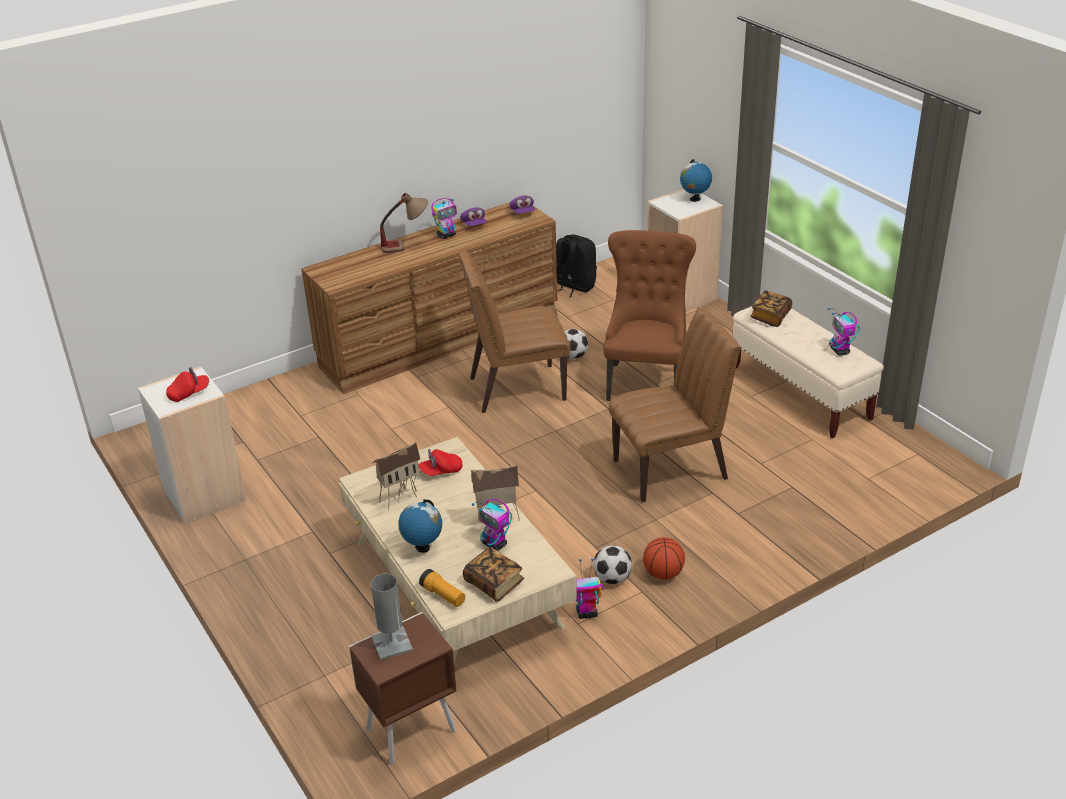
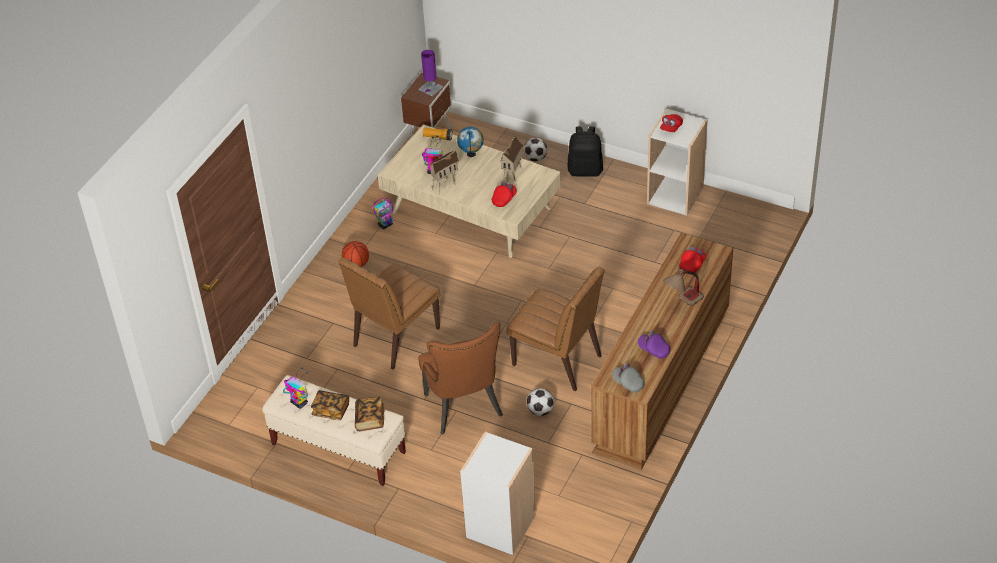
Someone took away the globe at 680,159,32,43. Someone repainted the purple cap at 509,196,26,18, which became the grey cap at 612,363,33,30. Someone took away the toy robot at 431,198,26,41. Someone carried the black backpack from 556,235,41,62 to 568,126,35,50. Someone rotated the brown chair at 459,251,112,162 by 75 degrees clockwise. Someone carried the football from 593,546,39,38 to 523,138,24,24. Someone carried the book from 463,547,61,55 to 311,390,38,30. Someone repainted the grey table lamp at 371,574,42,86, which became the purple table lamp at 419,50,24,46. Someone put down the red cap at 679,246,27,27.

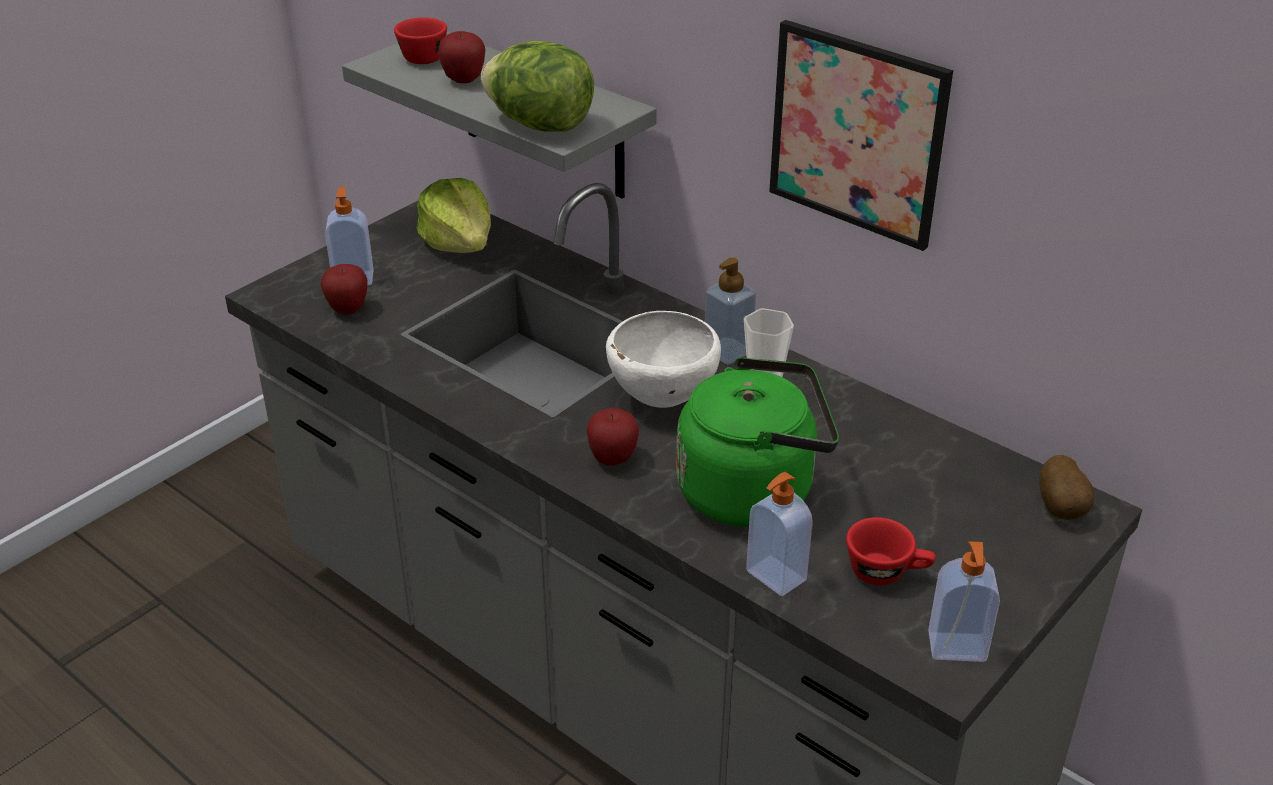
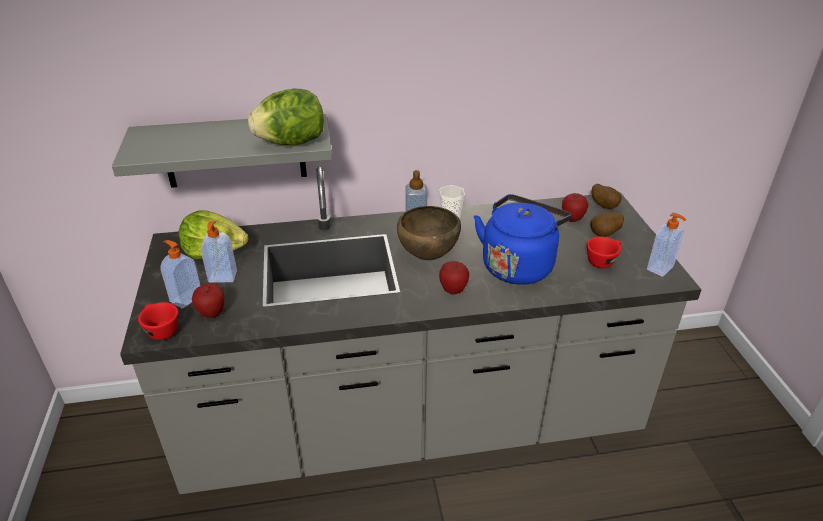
Someone carried the red cup from 394,17,53,47 to 138,302,41,38. Someone took away the picture at 769,20,184,231. Someone carried the apple from 438,31,47,52 to 562,193,26,29. Someone repainted the white bowl at 606,311,115,97, which became the brown bowl at 397,206,64,54. Someone repainted the green kettle at 676,357,163,170, which became the blue kettle at 474,194,97,91. Someone carried the soap dispenser from 746,472,67,124 to 201,222,36,61. Someone put down the potato at 590,212,34,25.

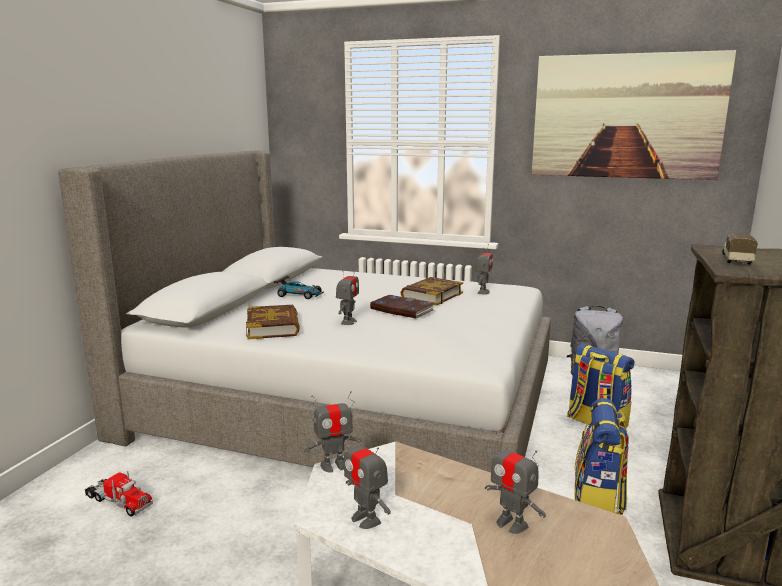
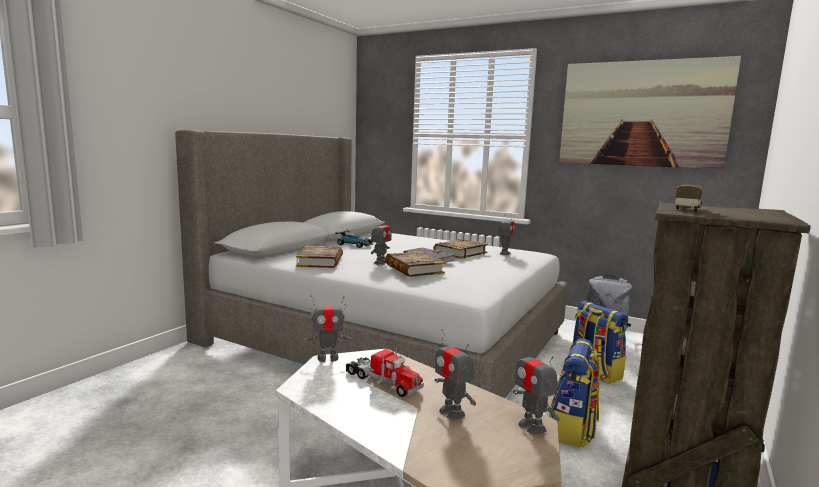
Someone carried the toy robot from 344,427,47,102 to 513,339,47,95. Someone carried the toy truck from 85,471,68,46 to 346,347,78,50. Someone put down the book at 385,251,60,26.

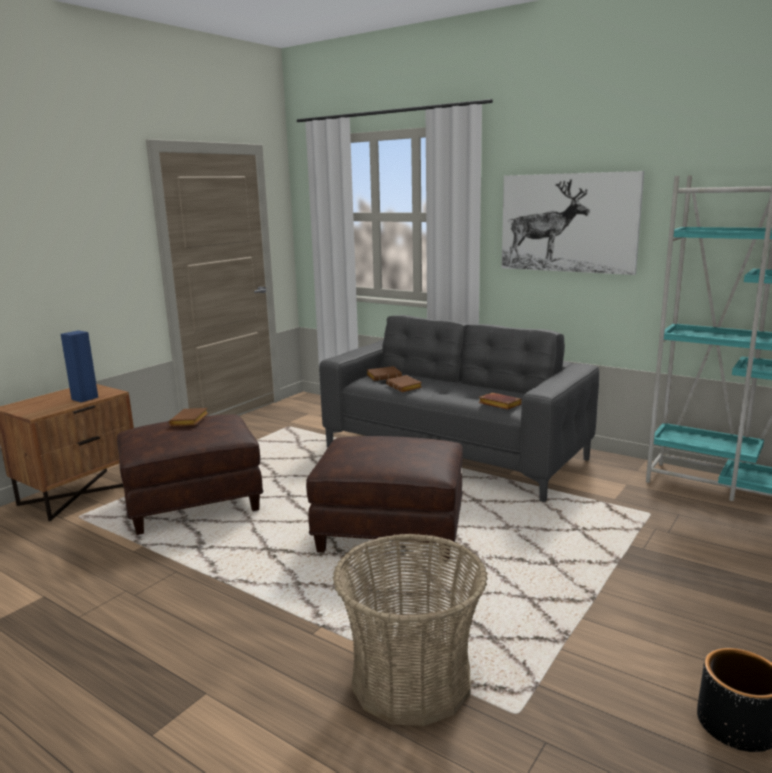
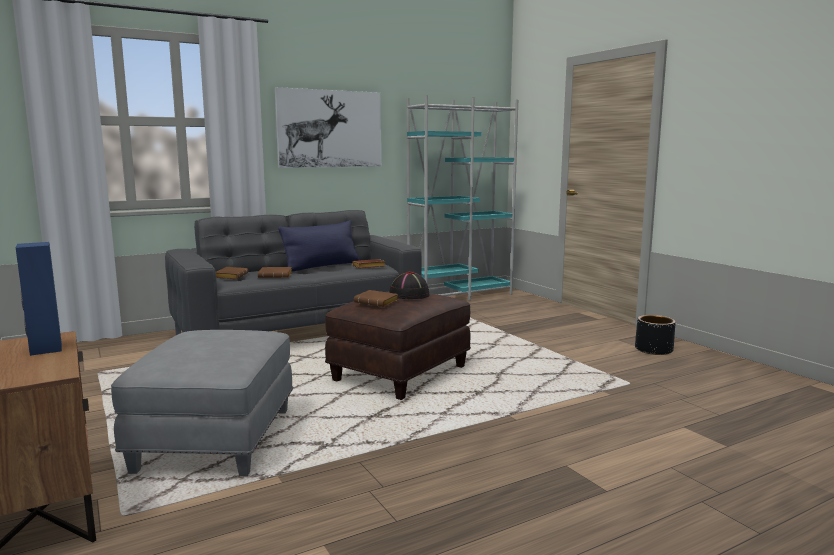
Someone carried the brown book from 169,408,39,18 to 354,290,44,17. Someone repainted the brown ottoman at 117,415,147,120, which became the grey ottoman at 111,330,182,146. Someone took away the basket at 333,533,155,193. Someone put down the blue pillow at 278,220,82,52. Someone put down the black hat at 389,271,41,28.

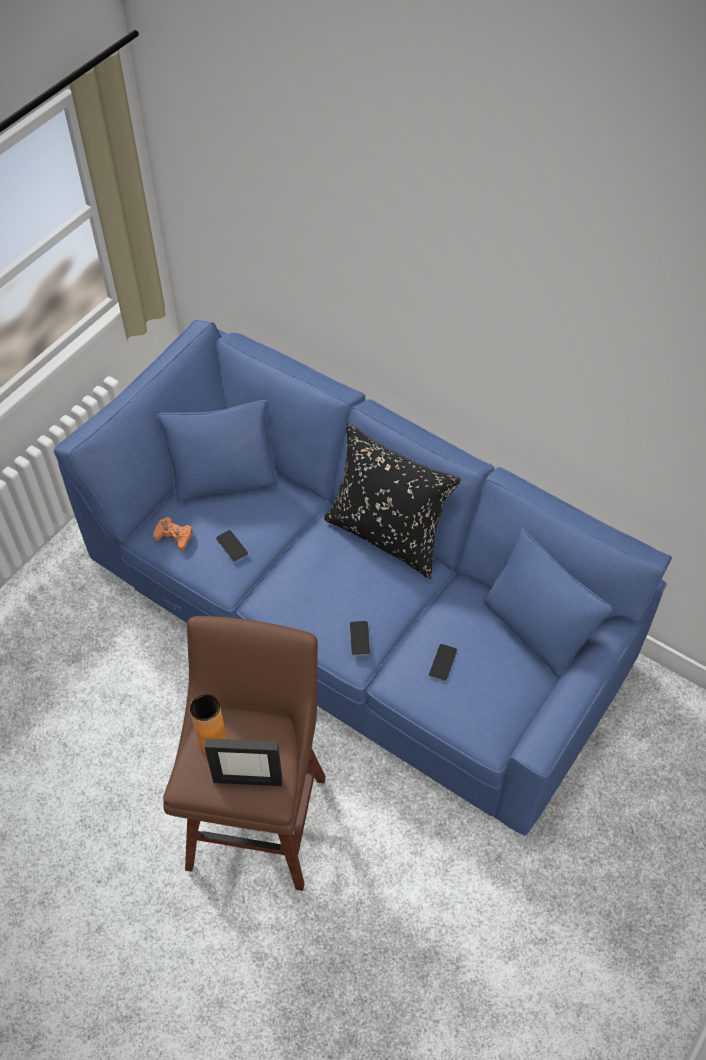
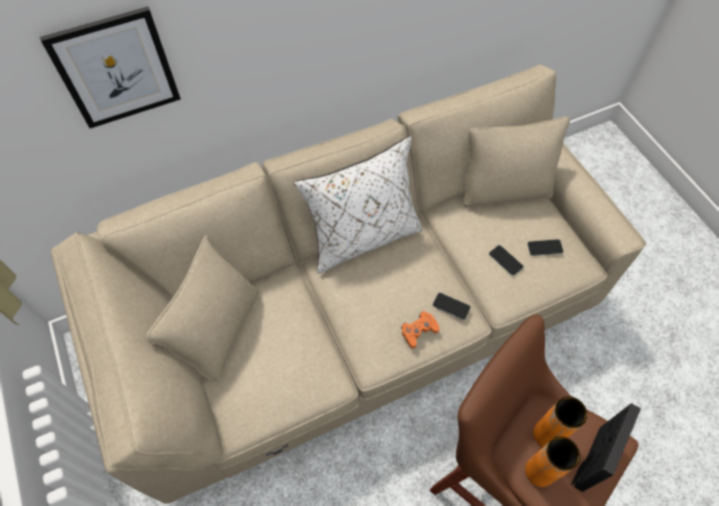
Someone repainted the blue sofa at 54,320,618,516, which became the beige sofa at 51,64,595,440. Someone repainted the black pillow at 324,423,137,156, which became the white pillow at 294,136,129,138. Someone carried the orange game controller from 153,517,39,34 to 401,311,38,37. Someone carried the phone from 216,530,32,32 to 527,239,36,17. Someone put up the picture at 40,6,141,122. Someone put down the orange vase at 533,396,54,51.

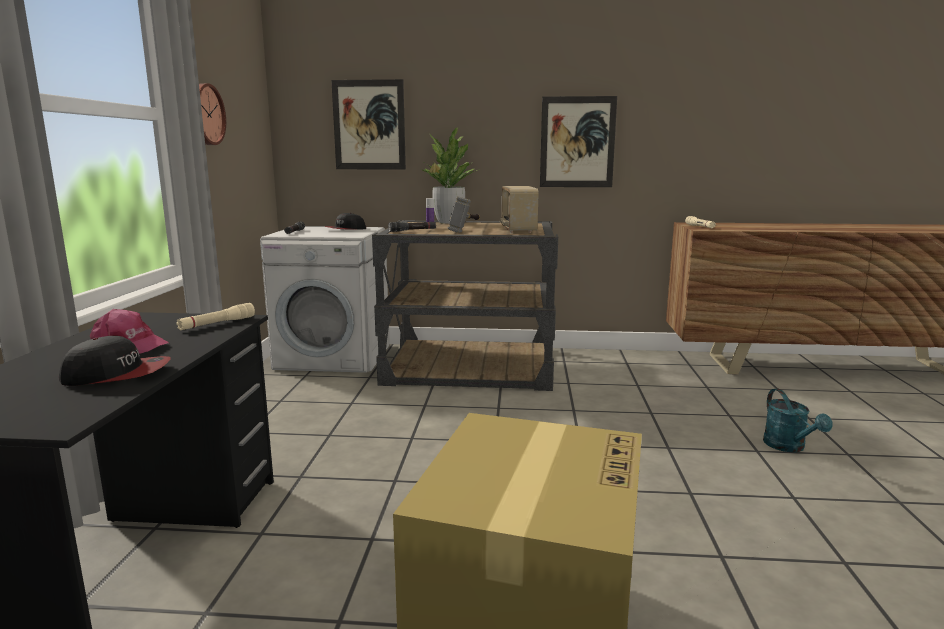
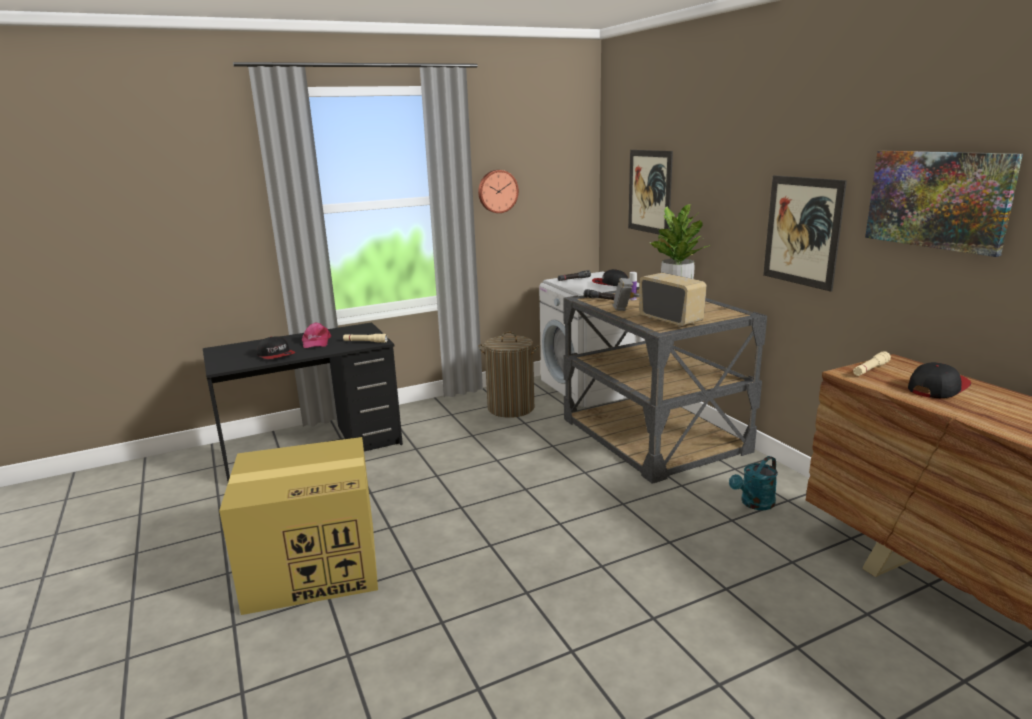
Someone rotated the radio at 500,186,39,47 by 90 degrees clockwise. Someone carried the turquoise watering can from 763,389,70,64 to 729,456,49,54. Someone put up the picture at 865,151,158,106. Someone put down the laundry basket at 478,331,61,87. Someone put down the cap at 908,362,63,36.

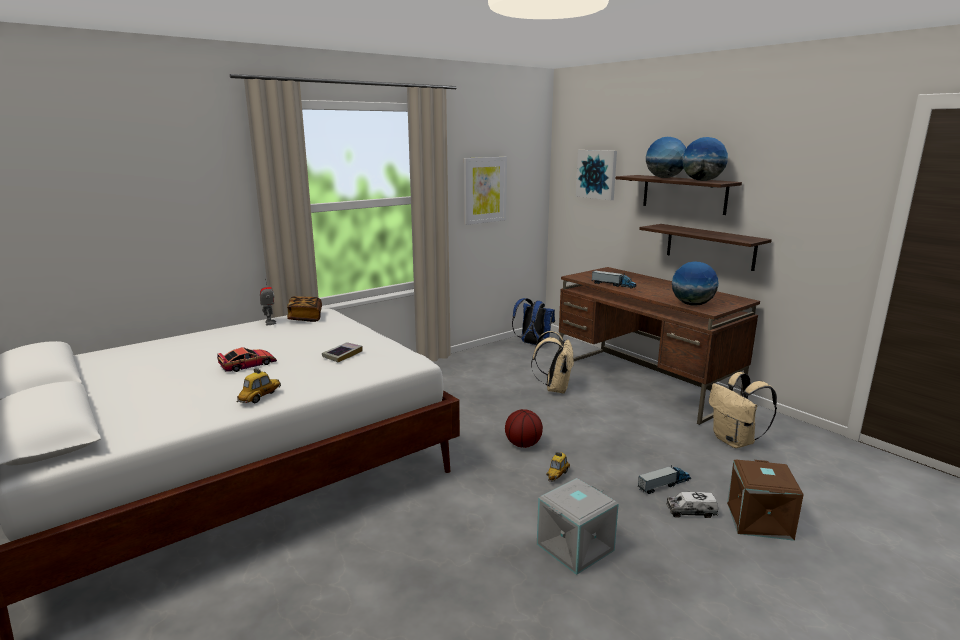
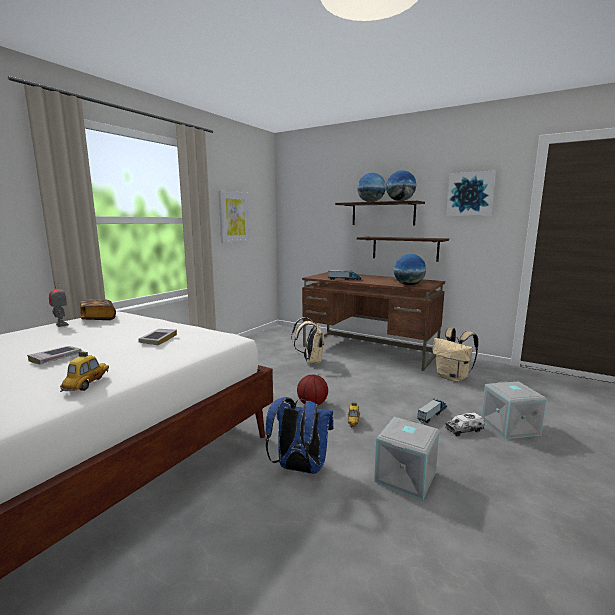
Someone carried the picture from 576,150,41,50 to 446,170,50,46. Someone carried the blue backpack from 512,298,43,47 to 265,397,69,77. Someone swapped the toy car at 217,347,60,25 for the book at 27,346,55,18. Someone repainted the brown storage box at 727,459,77,82, which became the grey storage box at 481,382,66,57.

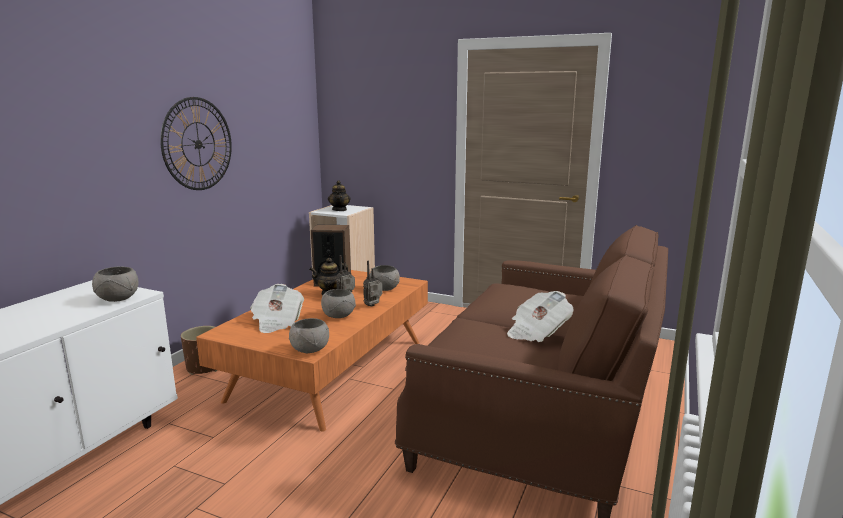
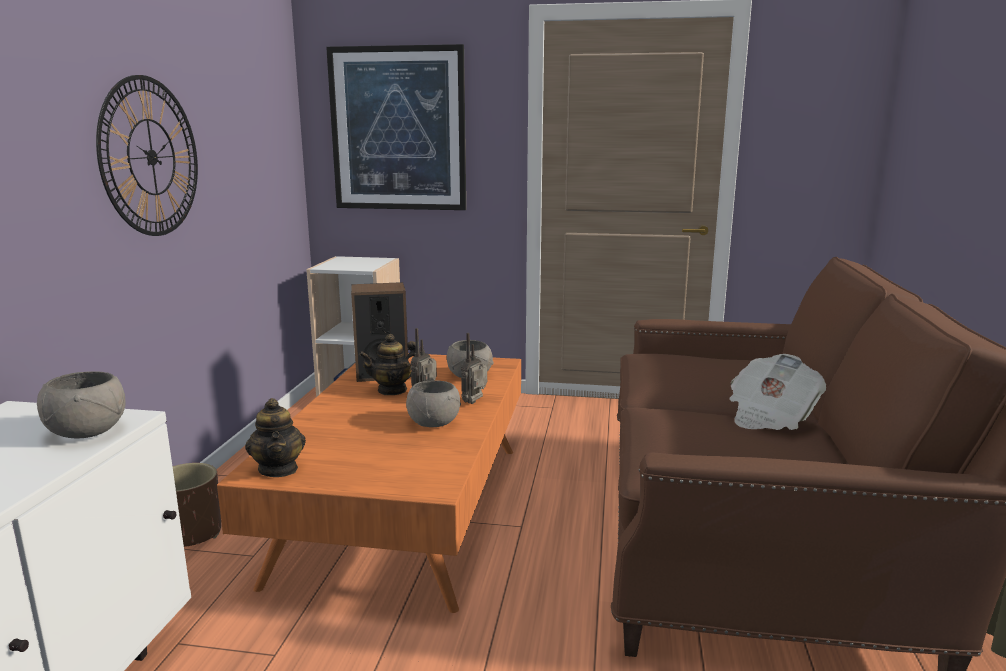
Someone carried the teapot from 328,180,23,31 to 245,398,61,79. Someone took away the newspaper at 250,284,54,49. Someone took away the grey bowl at 289,318,40,35. Someone put up the picture at 326,44,140,166.

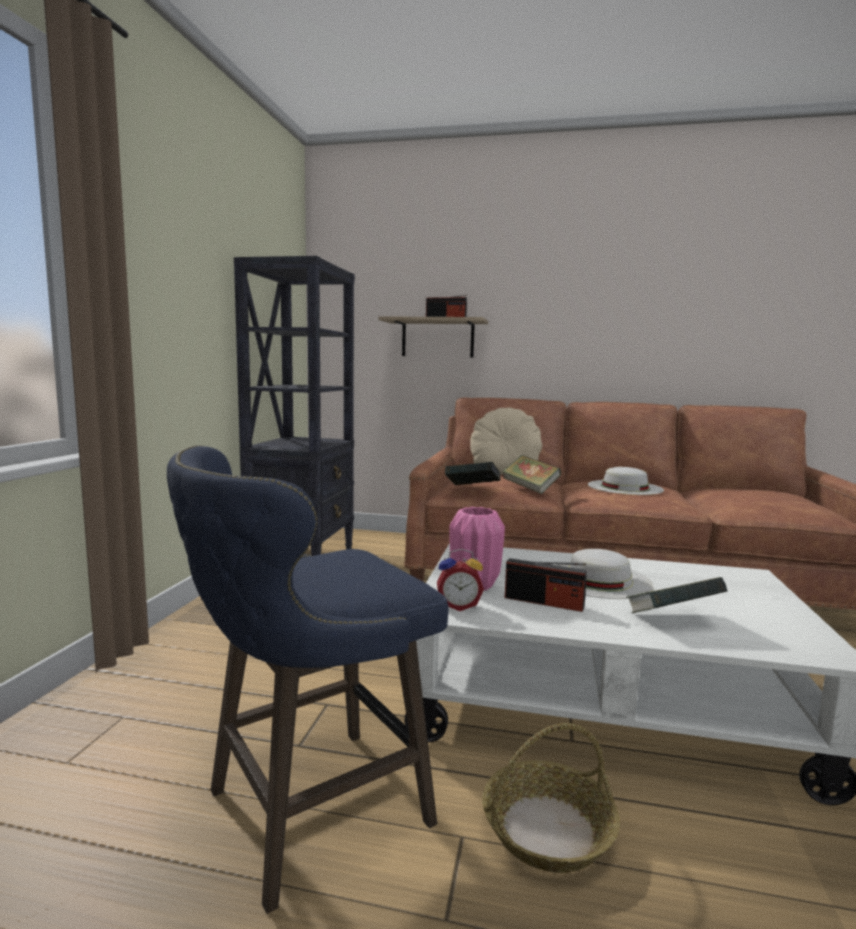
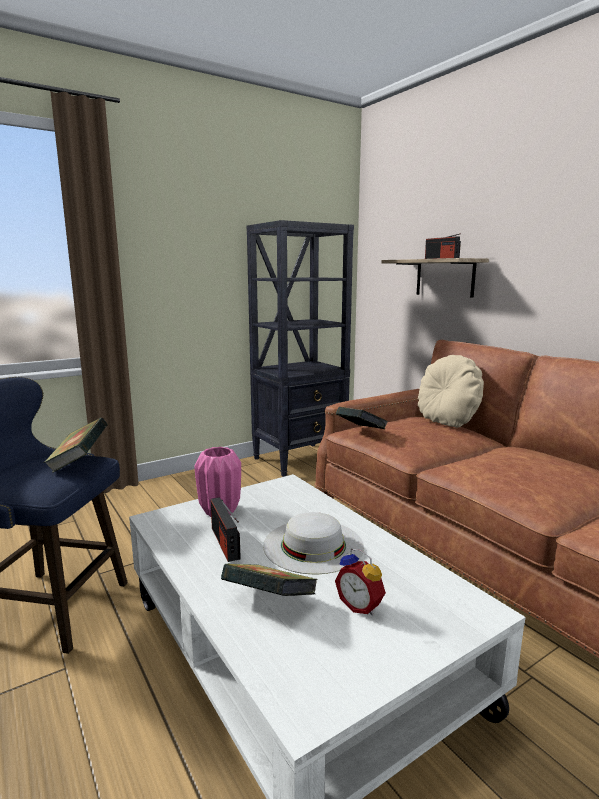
Someone carried the book from 503,455,58,39 to 44,418,64,55. Someone took away the white hat at 588,467,76,28. Someone carried the alarm clock from 437,549,47,62 to 335,549,51,66. Someone took away the basket at 482,723,138,150.

